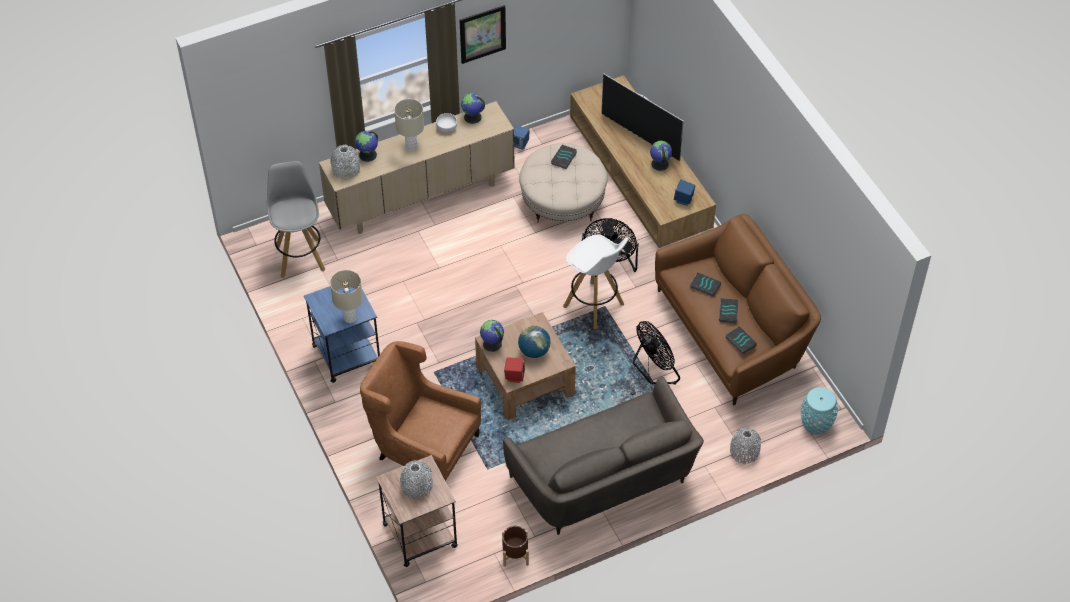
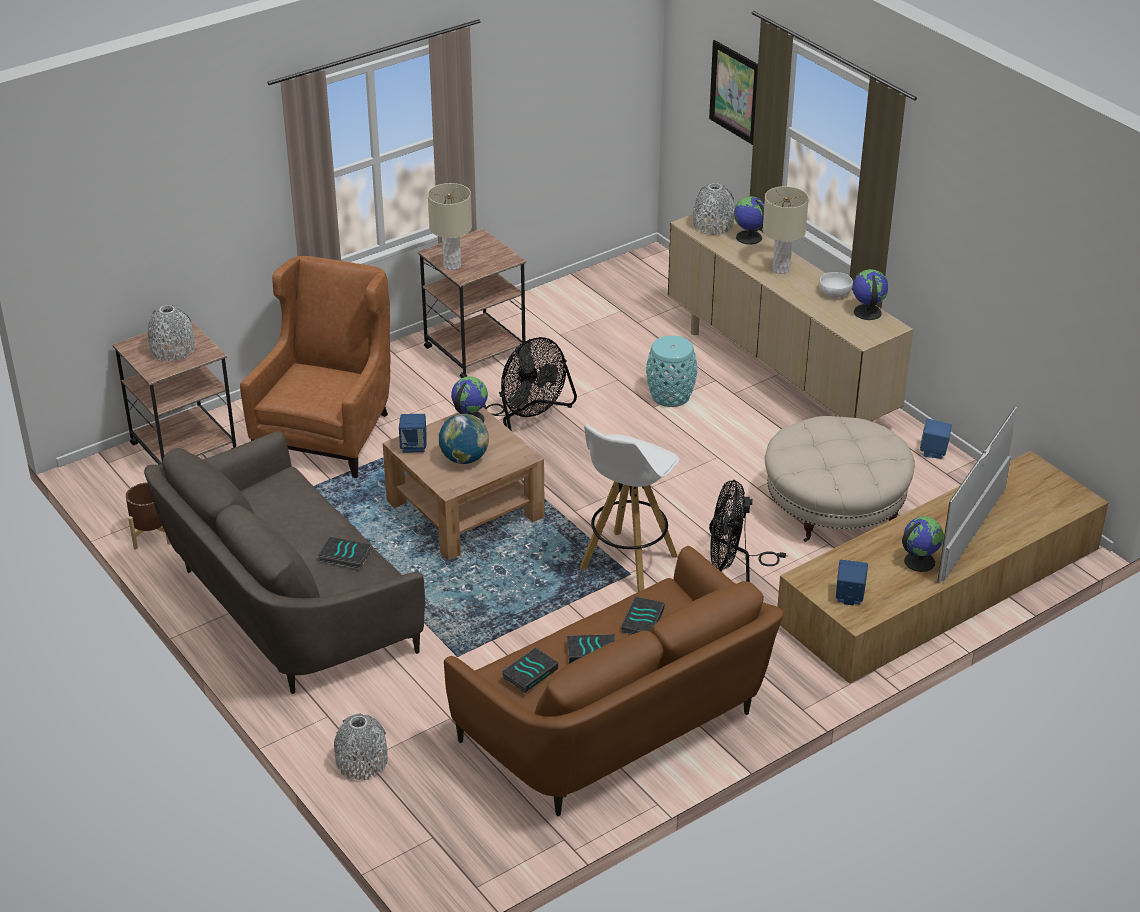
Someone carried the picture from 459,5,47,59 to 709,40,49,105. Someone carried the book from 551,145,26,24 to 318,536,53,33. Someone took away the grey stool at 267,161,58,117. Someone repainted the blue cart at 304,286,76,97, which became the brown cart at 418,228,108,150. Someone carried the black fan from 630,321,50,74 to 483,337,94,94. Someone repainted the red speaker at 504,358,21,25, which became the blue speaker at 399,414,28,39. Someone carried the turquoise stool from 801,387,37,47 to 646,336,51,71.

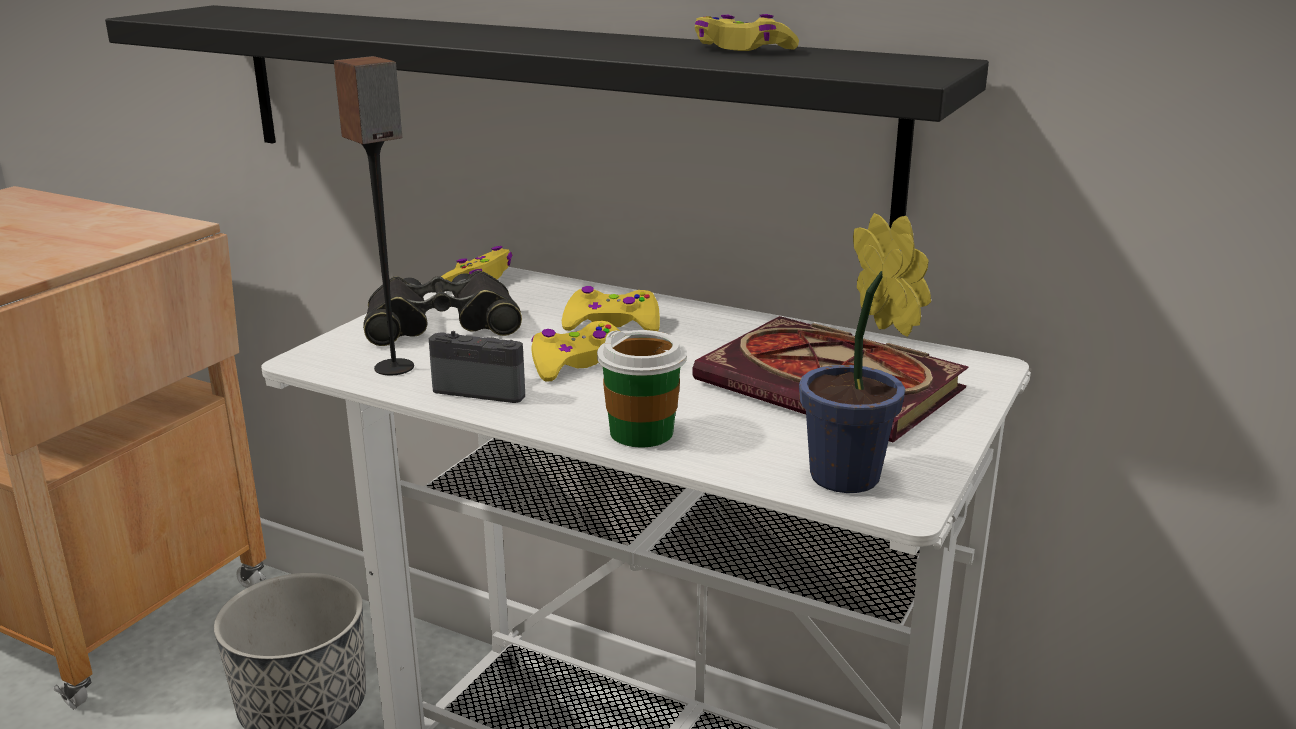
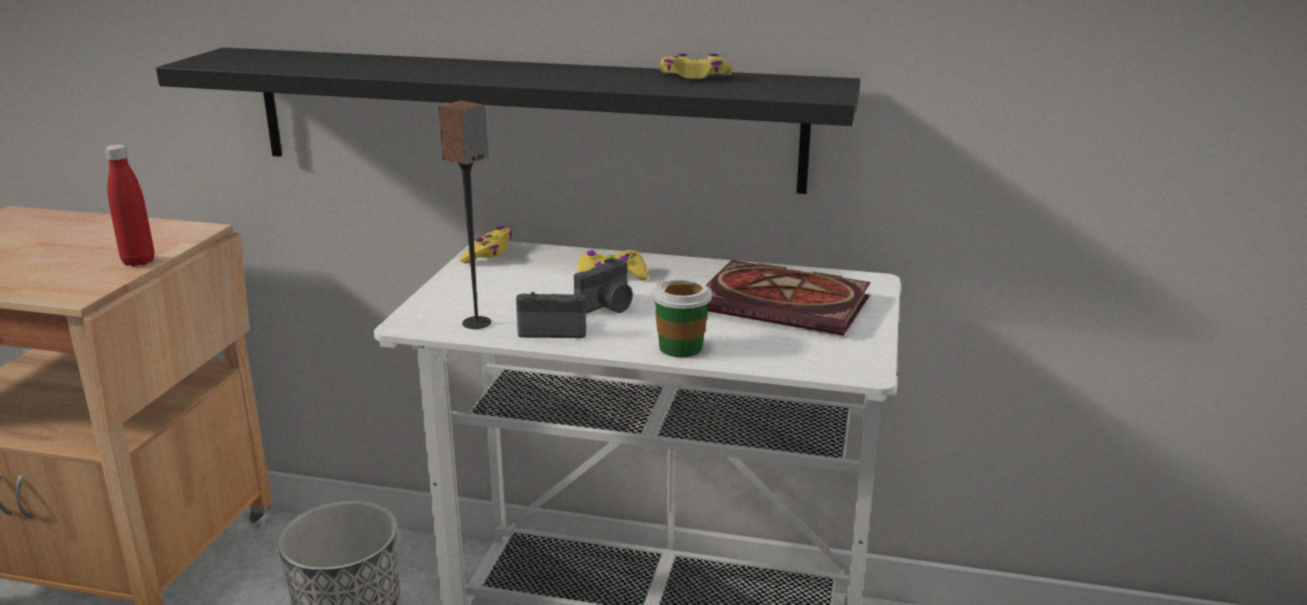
Someone took away the potted plant at 799,213,132,280. Someone took away the black binoculars at 363,270,159,76. Someone swapped the yellow game controller at 531,321,89,61 for the photo camera at 574,258,59,56. Someone put down the red bottle at 105,144,50,123.

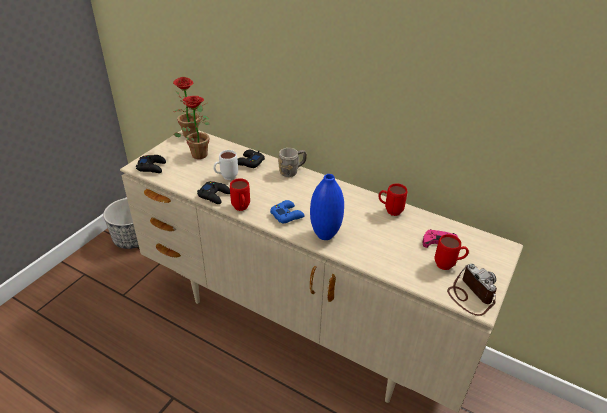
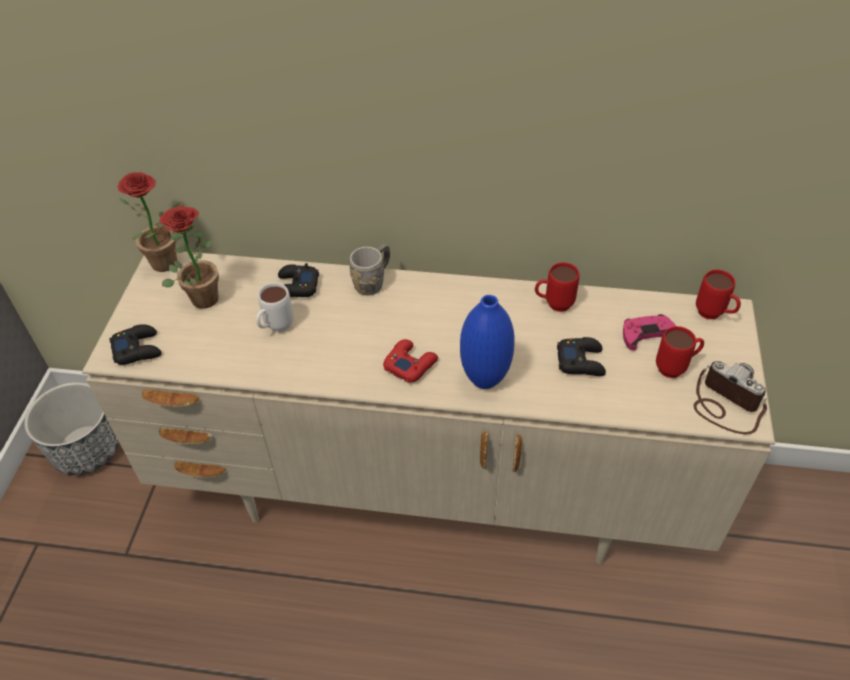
Someone carried the red mug from 230,178,20,33 to 696,270,45,49. Someone carried the black game controller from 197,181,33,23 to 557,337,49,39. Someone repainted the blue game controller at 270,200,35,23, which became the red game controller at 383,339,55,44.

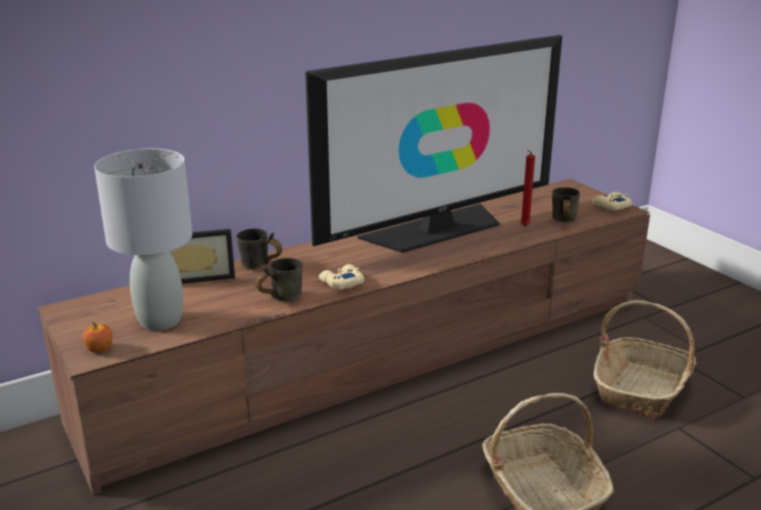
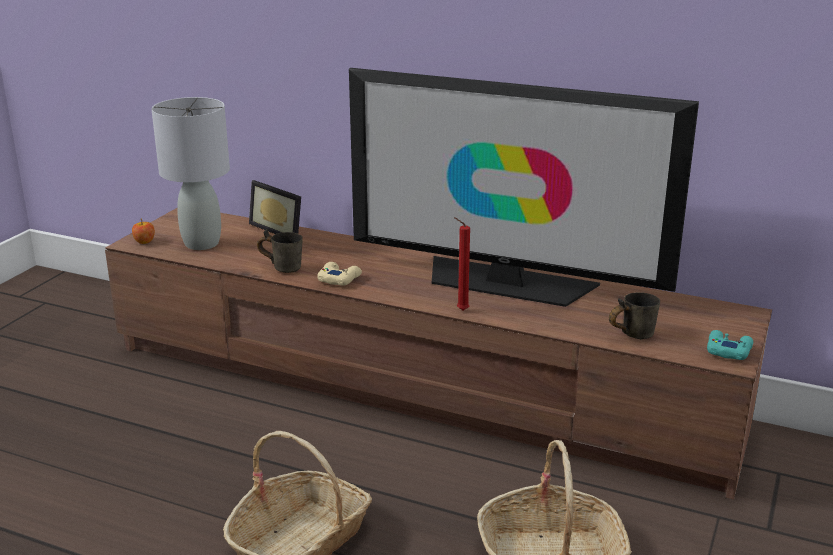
Someone carried the red candle from 520,150,15,76 to 454,217,16,94. Someone repainted the beige game controller at 592,192,40,19, which became the turquoise game controller at 707,330,46,30. Someone took away the grey mug at 236,228,46,41.

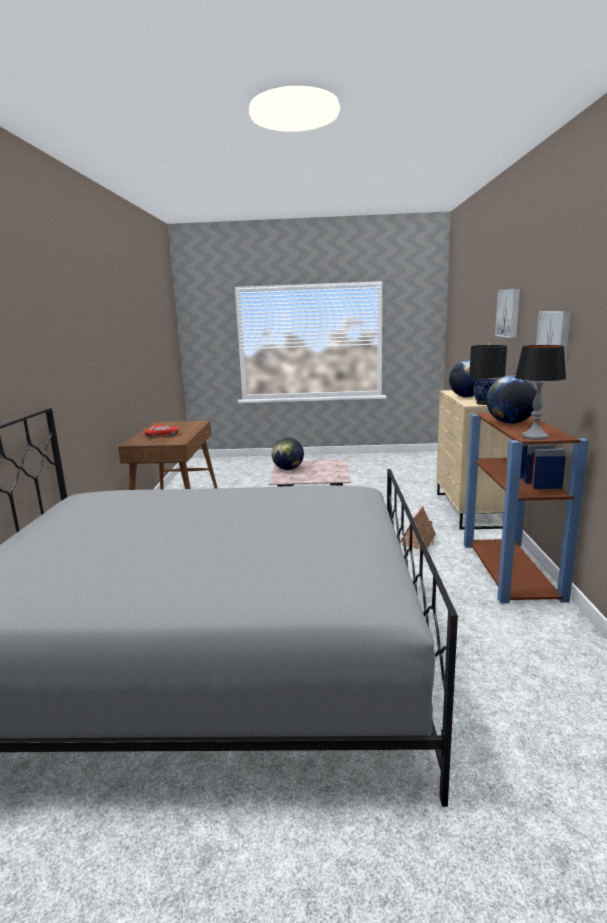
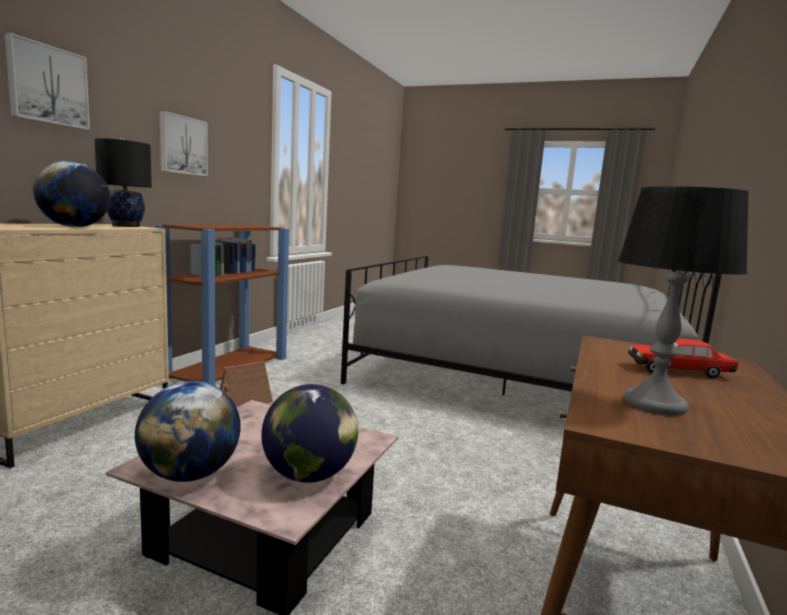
Someone carried the table lamp from 515,345,51,95 to 618,186,131,230. Someone carried the globe from 487,375,50,49 to 135,381,106,101.

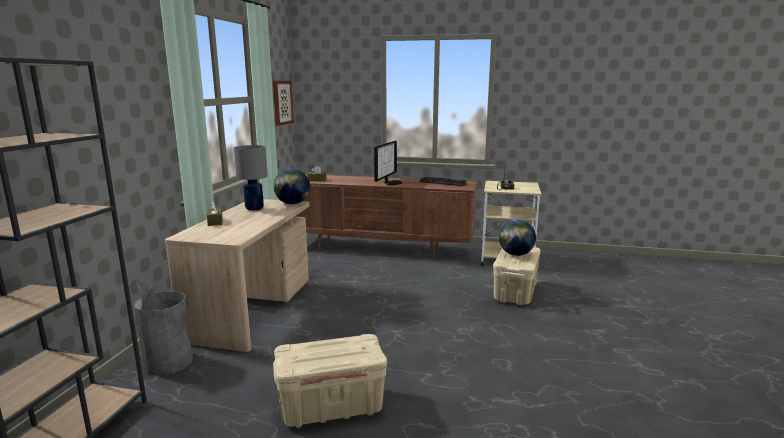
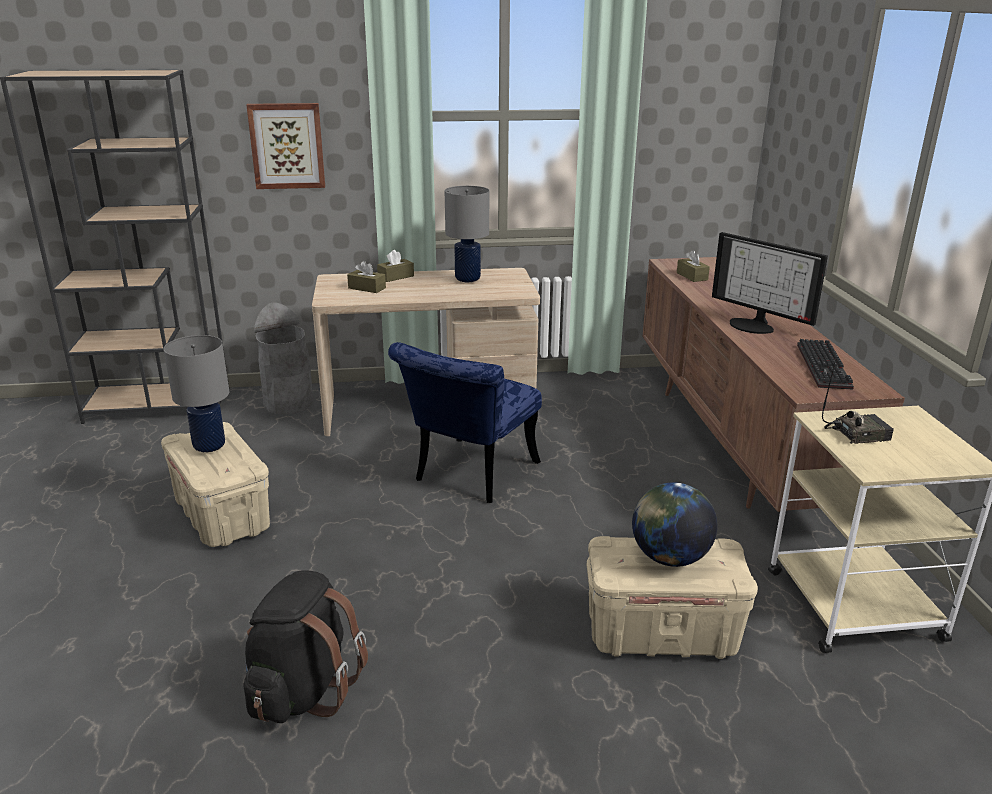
Someone carried the picture from 273,81,21,45 to 247,103,78,86. Someone rotated the monitor at 374,141,28,44 by 45 degrees clockwise. Someone took away the globe at 274,169,36,35. Someone put down the brown tissue box at 347,261,39,32. Someone put down the grey table lamp at 163,335,66,117. Someone put down the blue chair at 388,342,154,161. Someone put down the black backpack at 244,570,124,153.

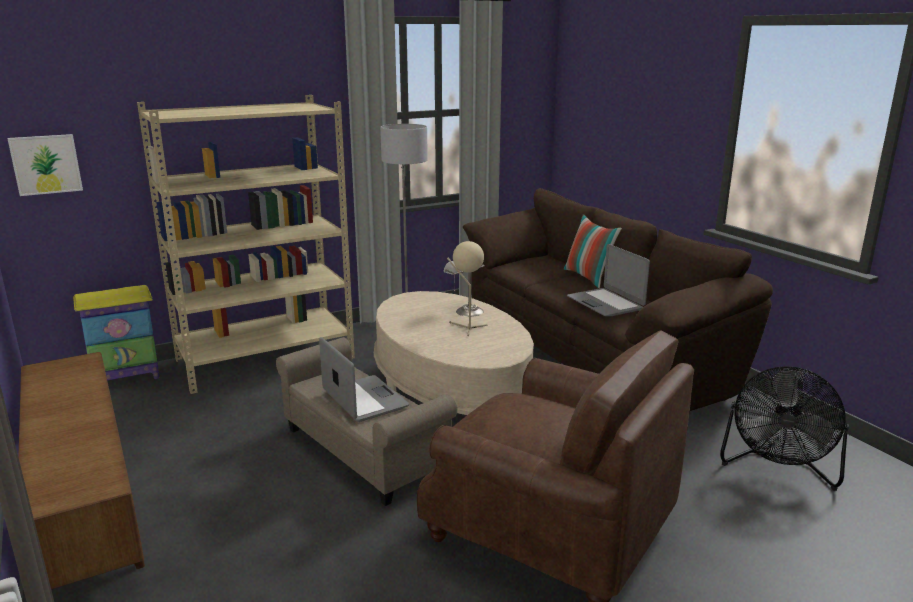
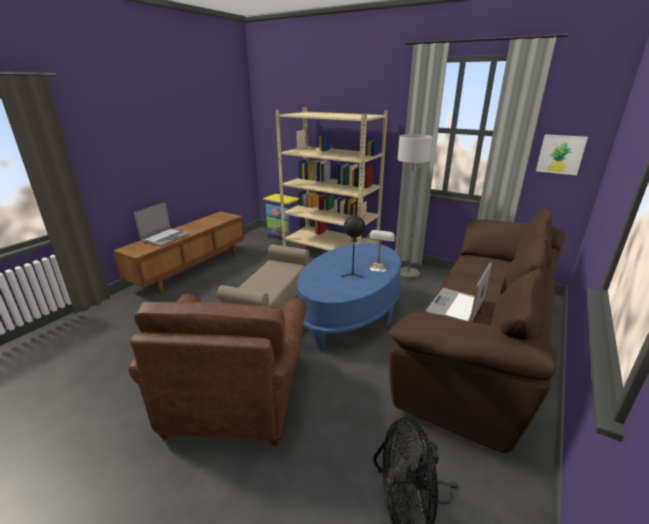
Someone carried the picture from 7,134,76,62 to 536,134,52,41. Someone took away the pillow at 564,214,58,74. Someone repainted the beige table lamp at 447,241,40,95, which became the black table lamp at 341,216,24,62. Someone repainted the beige coffee table at 374,291,160,124, which became the blue coffee table at 297,243,104,107. Someone carried the laptop from 319,337,90,85 to 134,203,56,43.

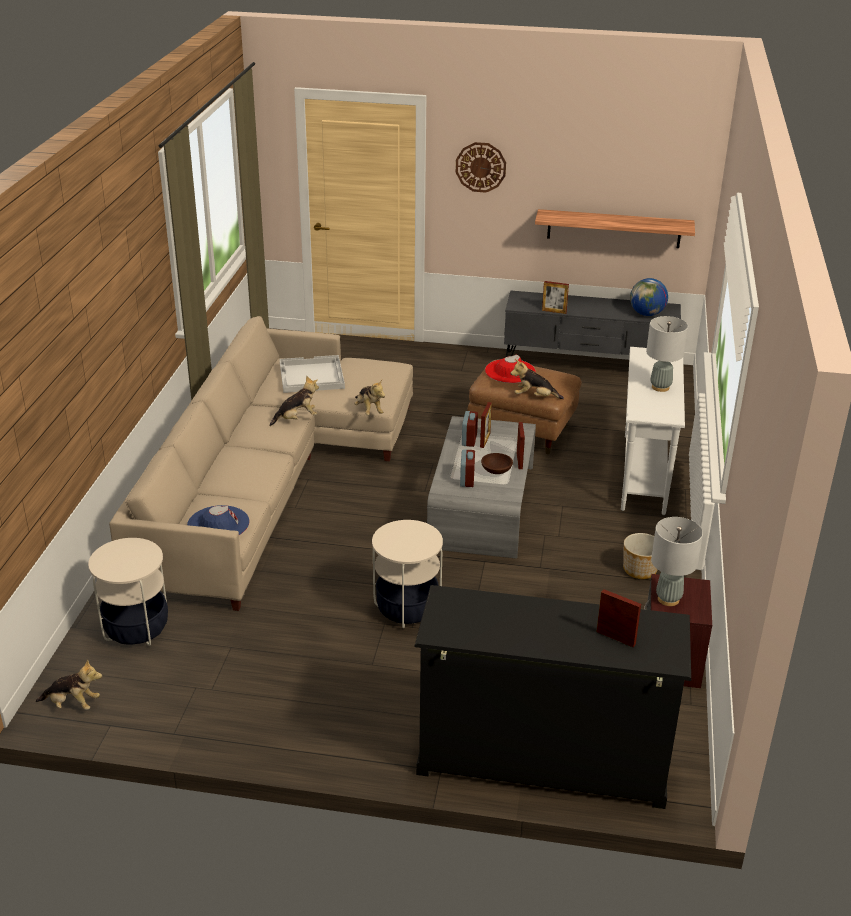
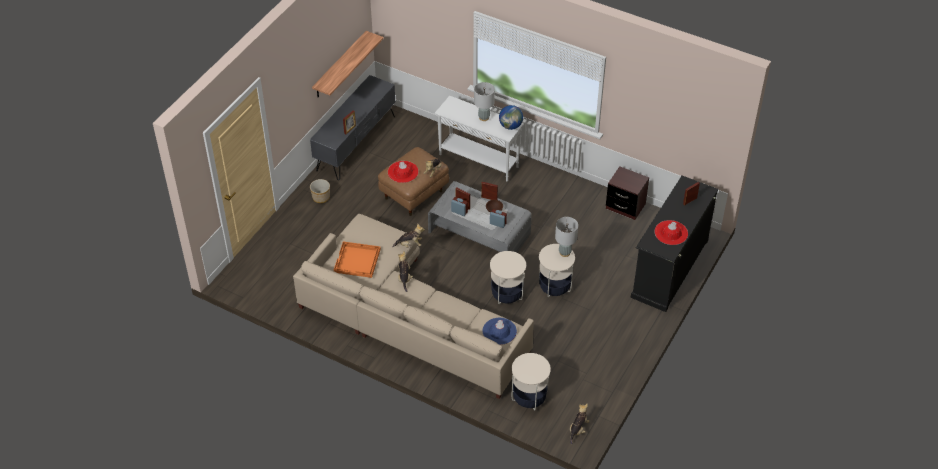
Someone took away the wall clock at 456,142,50,51. Someone carried the globe from 630,278,38,38 to 499,105,24,25. Someone repainted the white tray at 280,355,65,38, which became the orange tray at 334,242,47,36. Someone carried the grey table lamp from 651,517,52,89 to 555,217,23,40. Someone carried the planter from 623,533,35,46 to 310,179,20,24. Someone put down the red hat at 655,220,33,25. Someone put down the beige side table at 490,251,36,53.

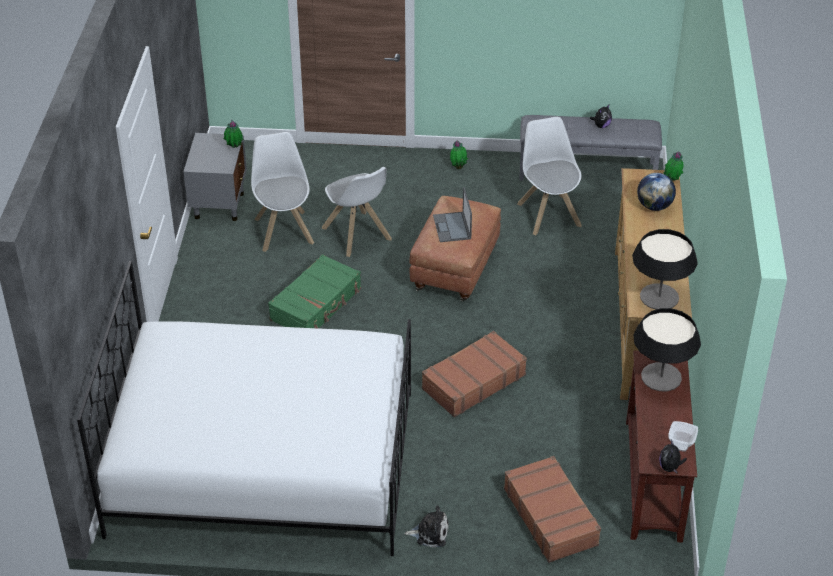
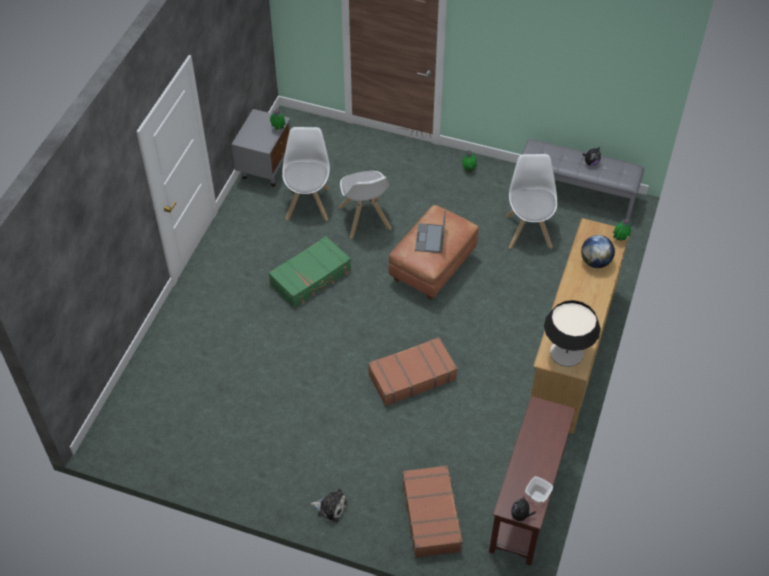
Someone took away the white bed at 77,261,334,295. Someone took away the table lamp at 633,308,68,83.

